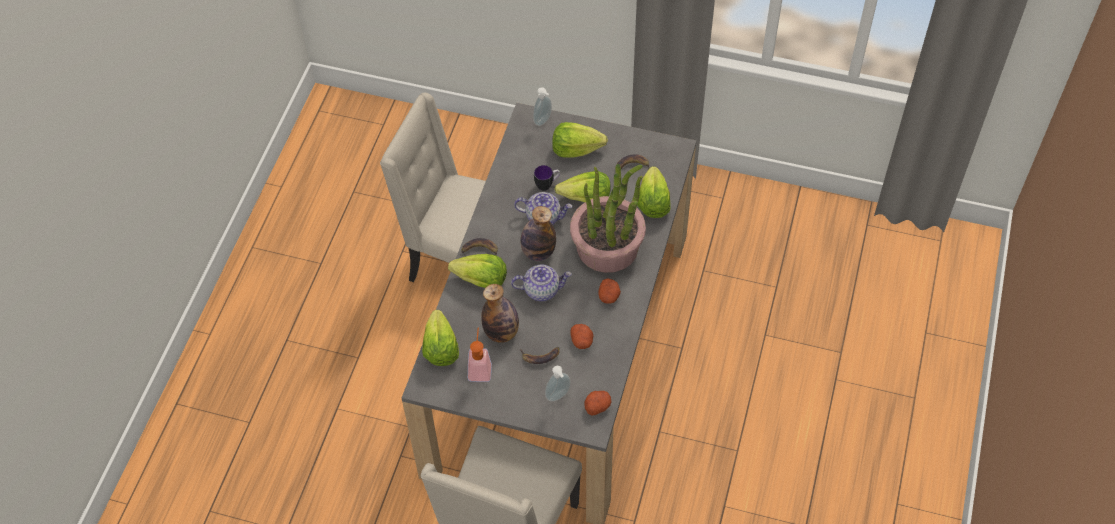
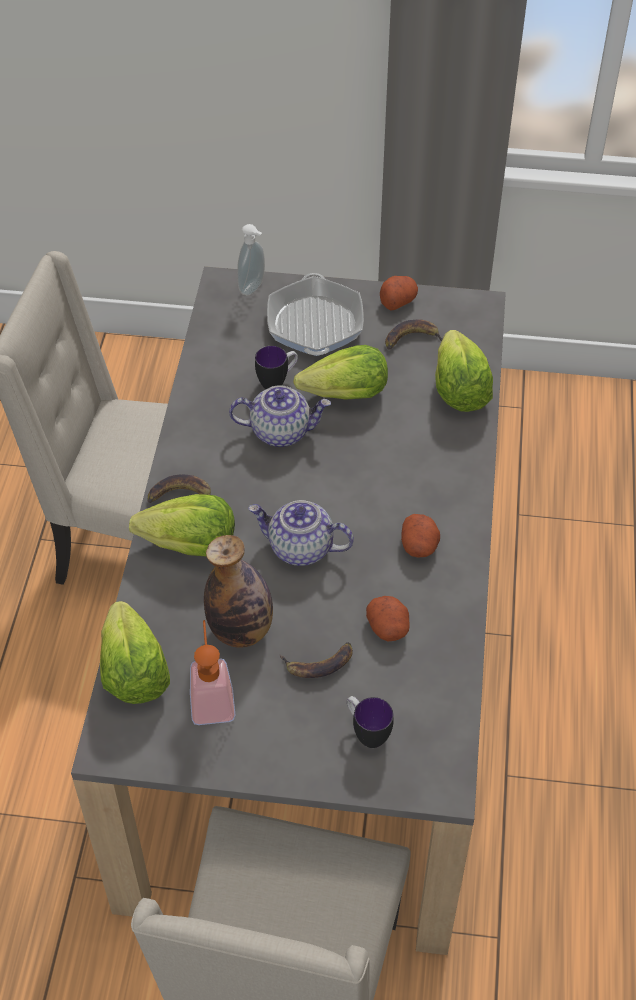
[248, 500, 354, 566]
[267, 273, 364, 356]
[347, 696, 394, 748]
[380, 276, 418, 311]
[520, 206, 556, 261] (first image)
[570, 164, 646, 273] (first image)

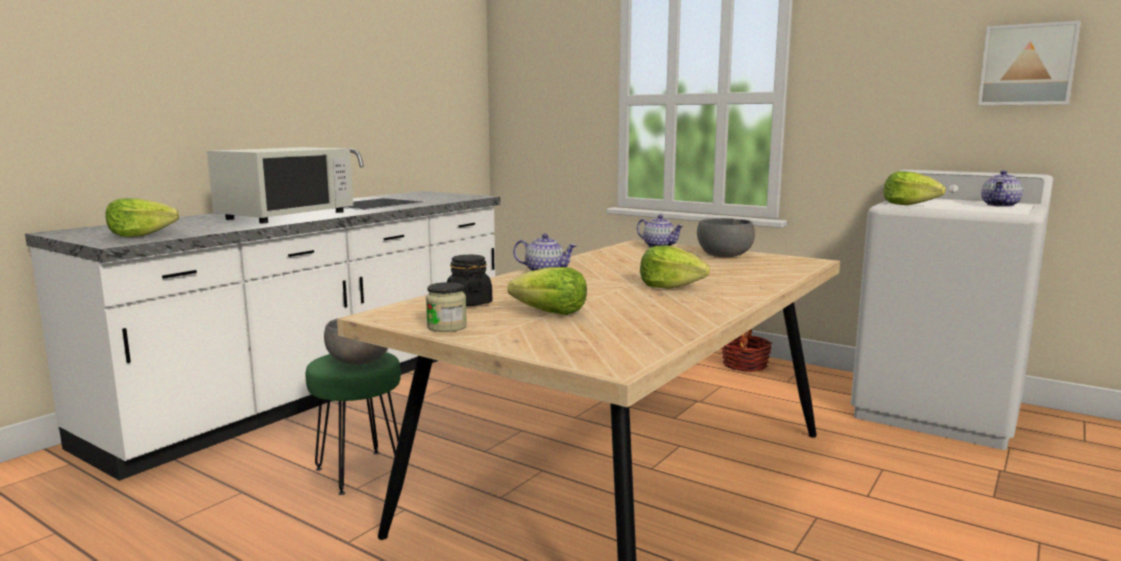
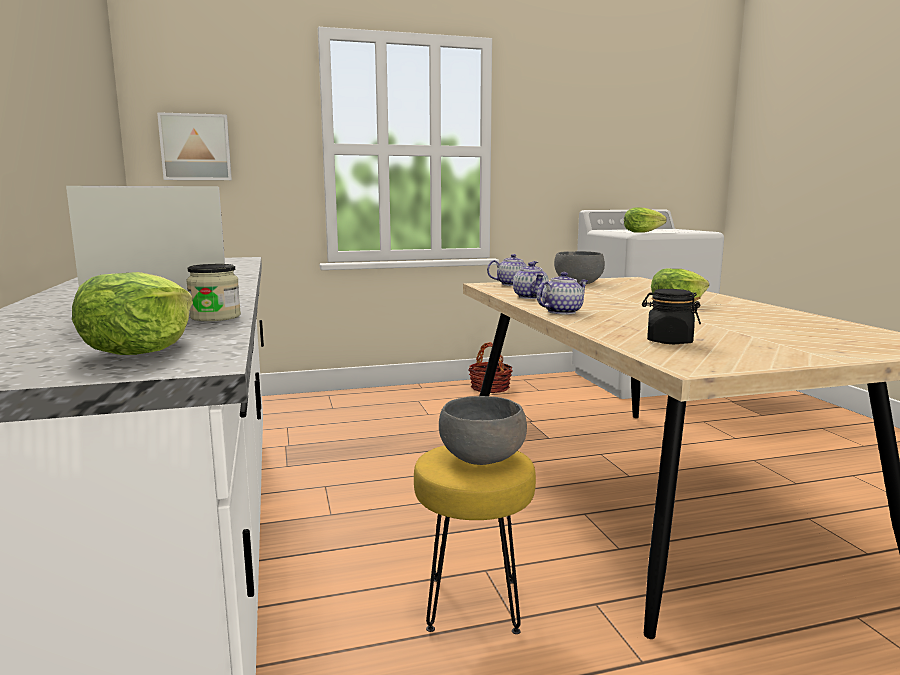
[157, 112, 232, 180]
[186, 264, 241, 321]
[414, 445, 536, 634]
[513, 262, 549, 299]
[508, 267, 587, 315] (first image)

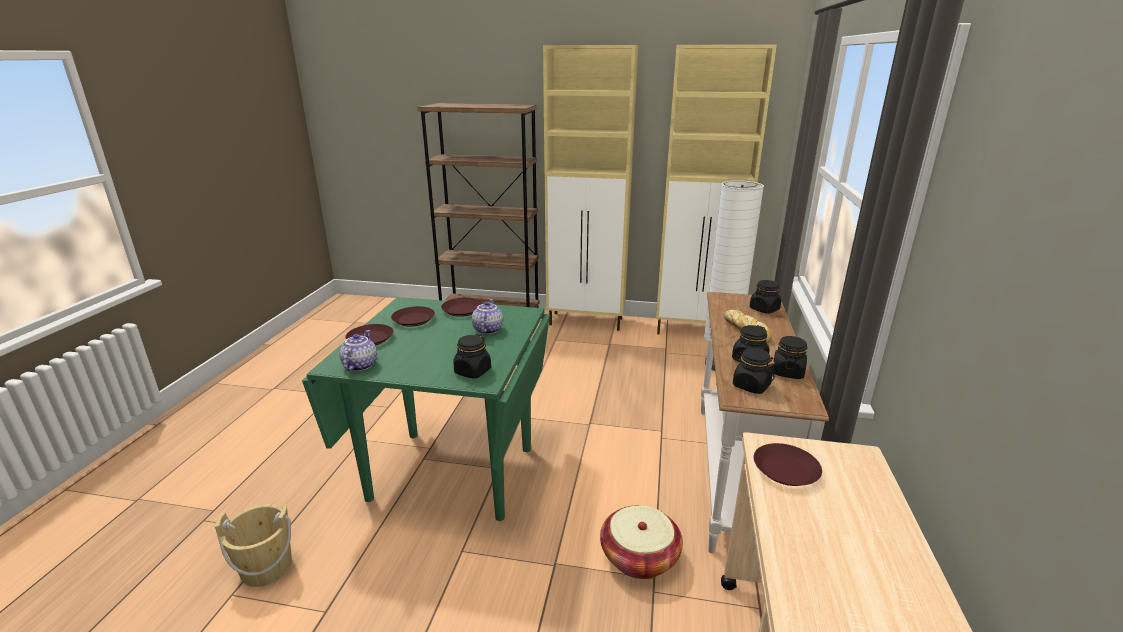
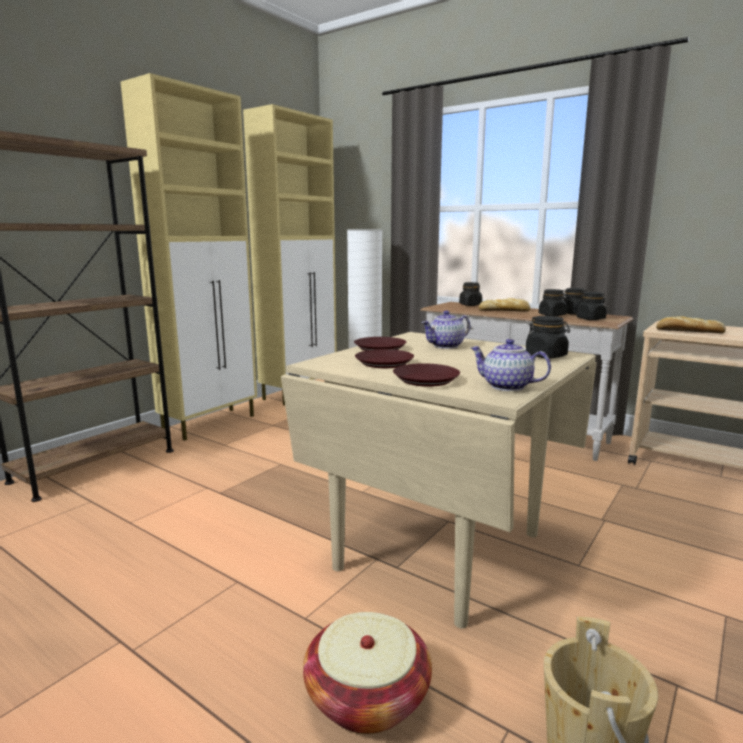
[281, 332, 597, 629]
[303, 612, 432, 734]
[421, 311, 470, 349]
[656, 316, 726, 333]

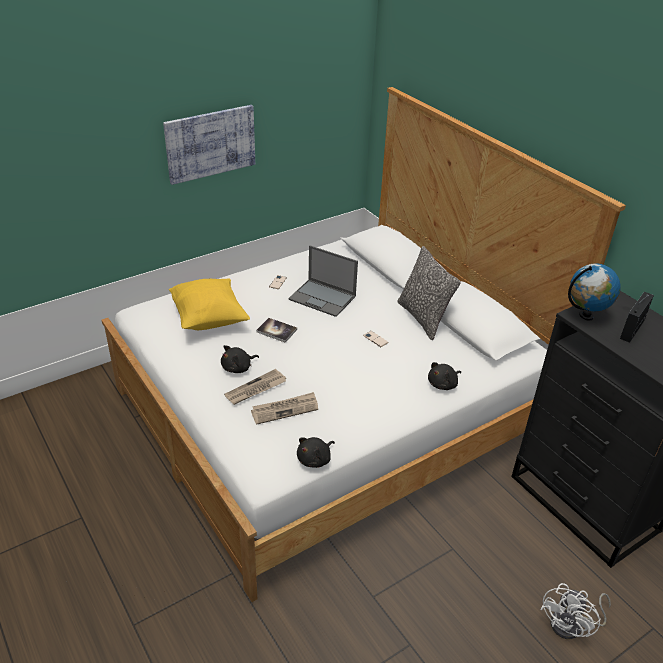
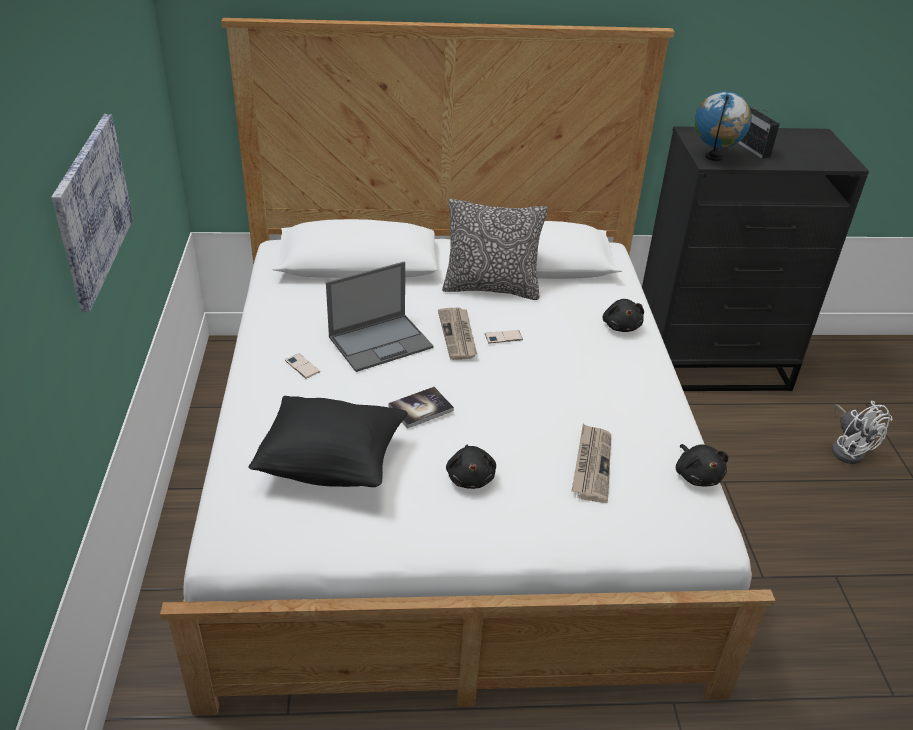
[248, 396, 408, 487]
[438, 307, 477, 360]

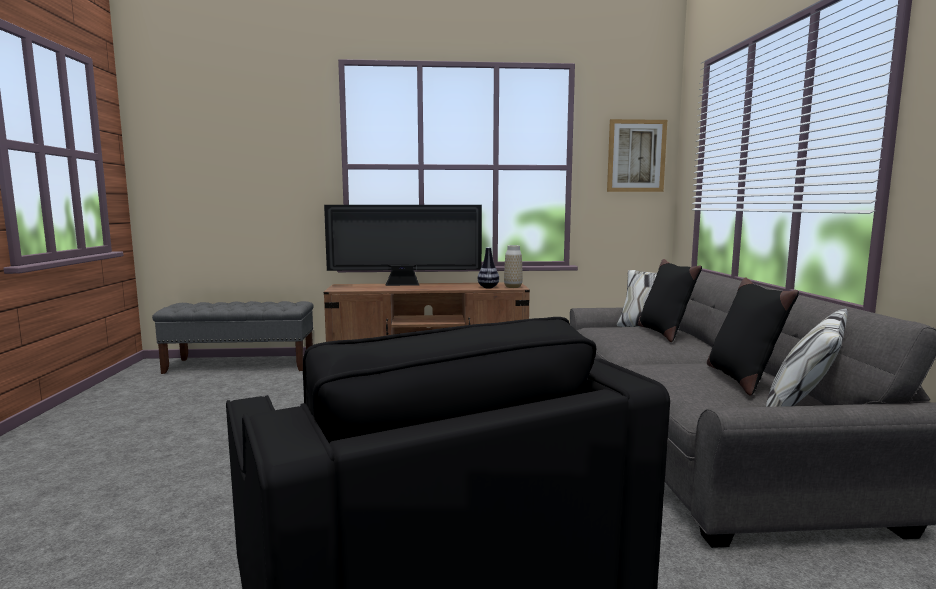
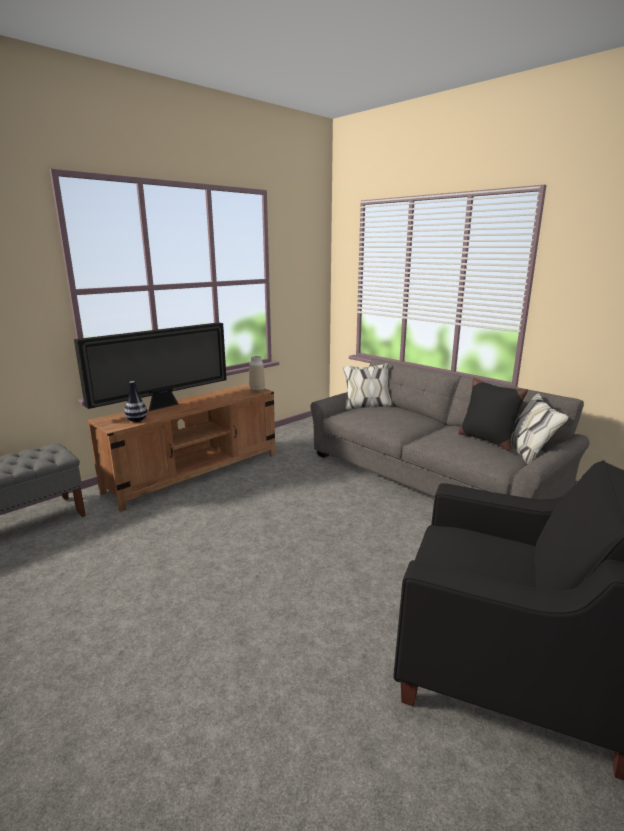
[124, 381, 148, 422]
[607, 119, 667, 192] (first image)
[638, 259, 702, 342] (first image)

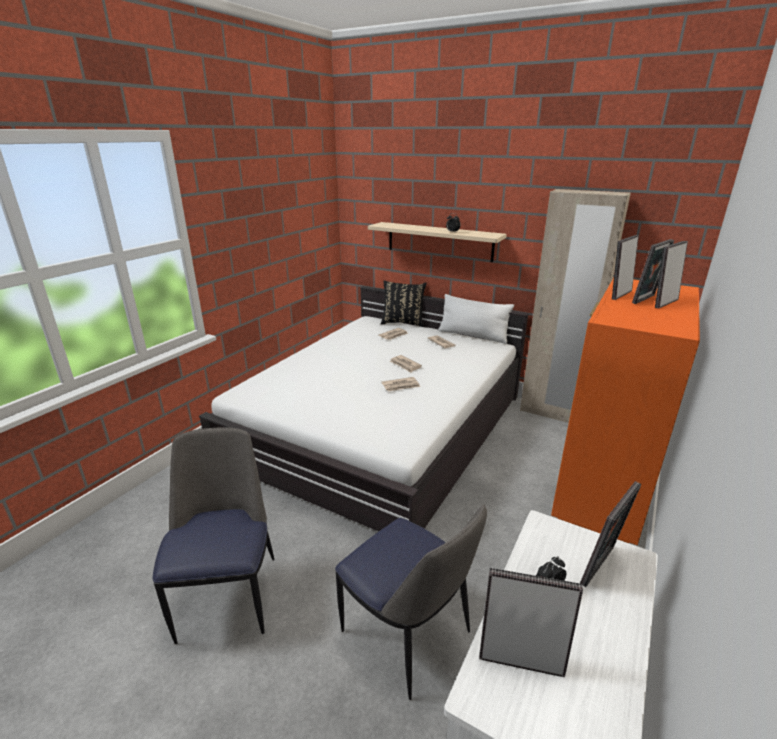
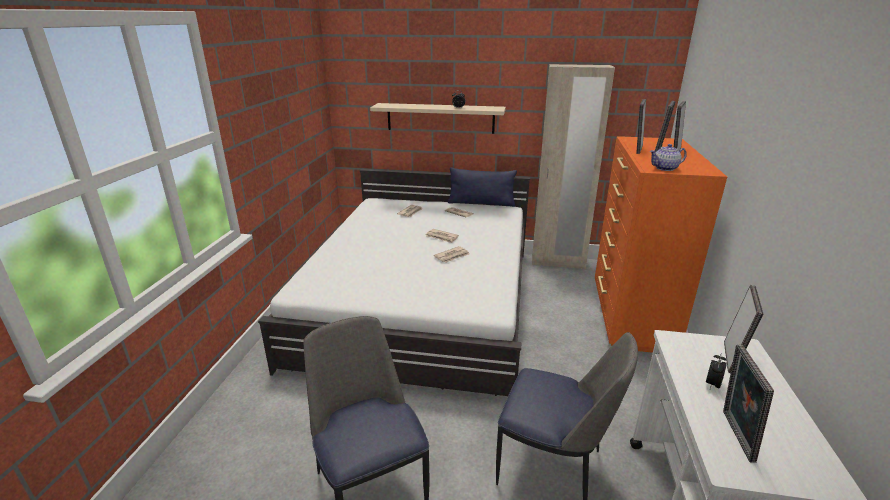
[448, 167, 517, 207]
[650, 144, 687, 171]
[723, 344, 774, 463]
[381, 281, 427, 327] (first image)

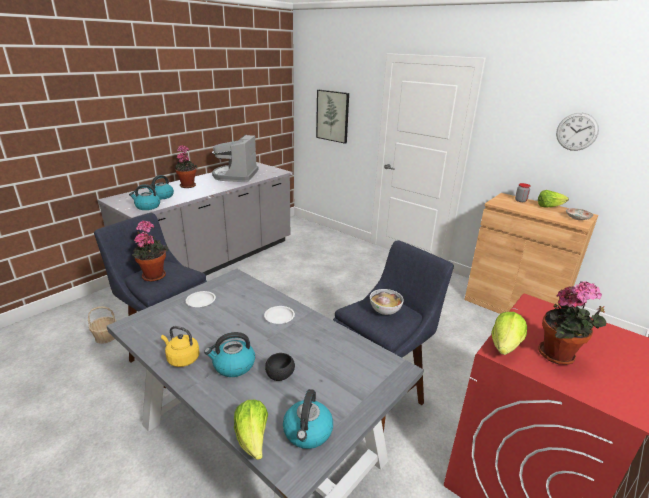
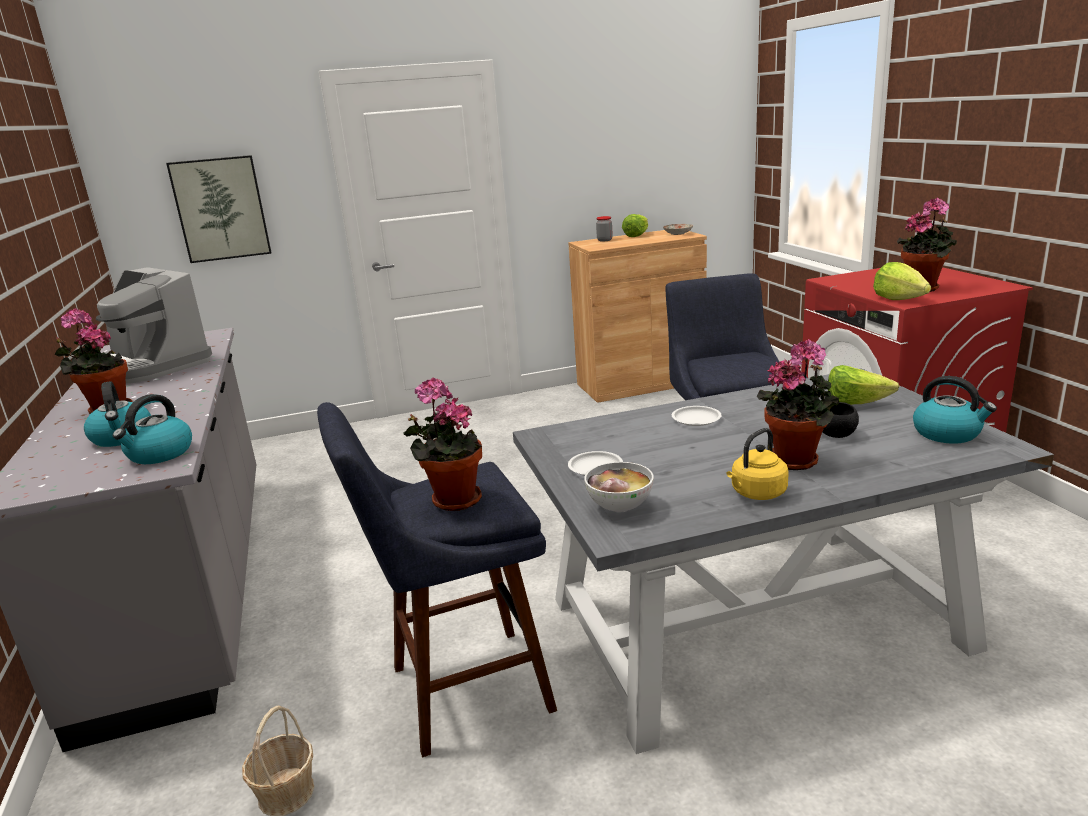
[584, 462, 654, 512]
[757, 339, 839, 470]
[828, 365, 899, 405]
[556, 113, 599, 151] (first image)

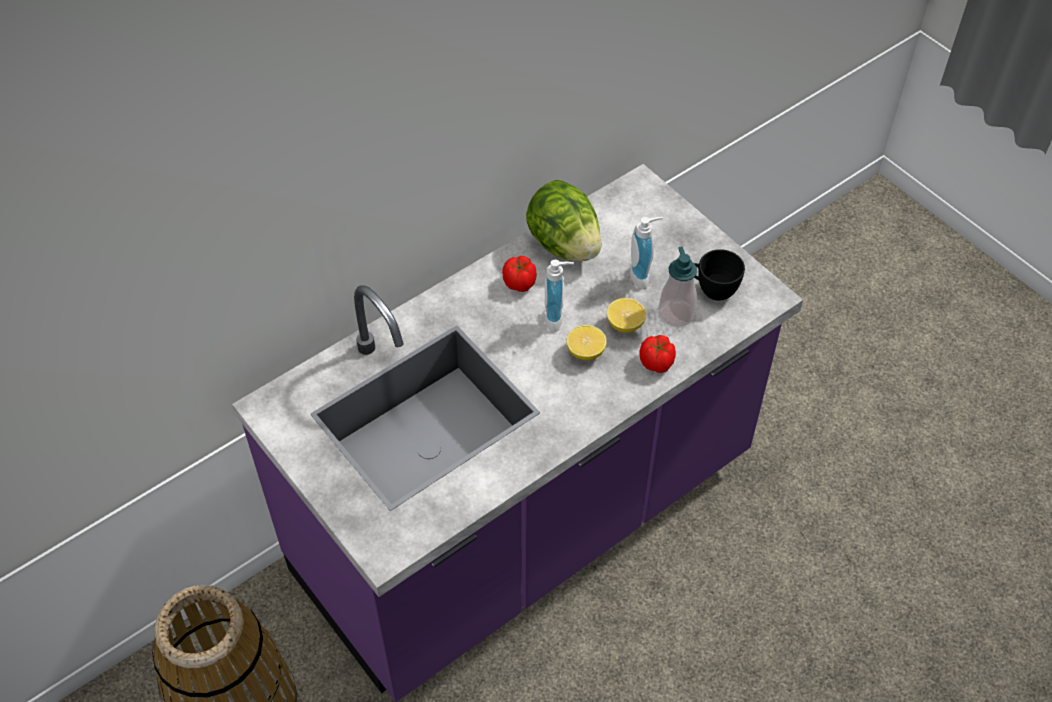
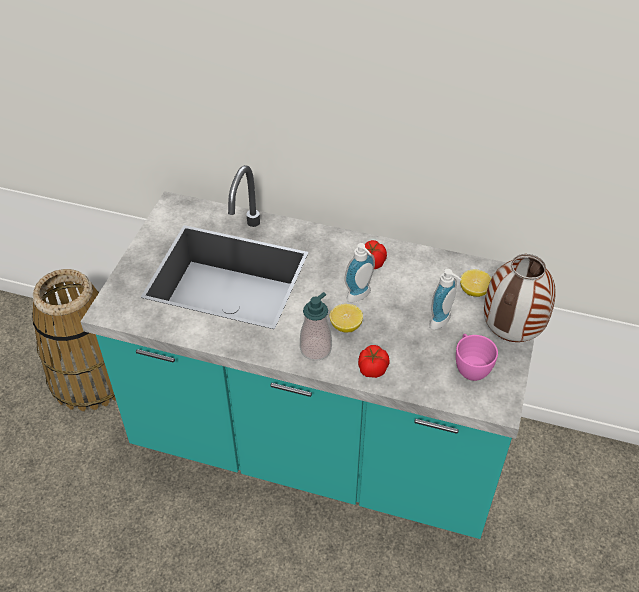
[80, 165, 534, 539]
[300, 292, 332, 361]
[456, 334, 498, 381]
[460, 269, 492, 297]
[484, 254, 556, 342]
[526, 180, 602, 261] (first image)

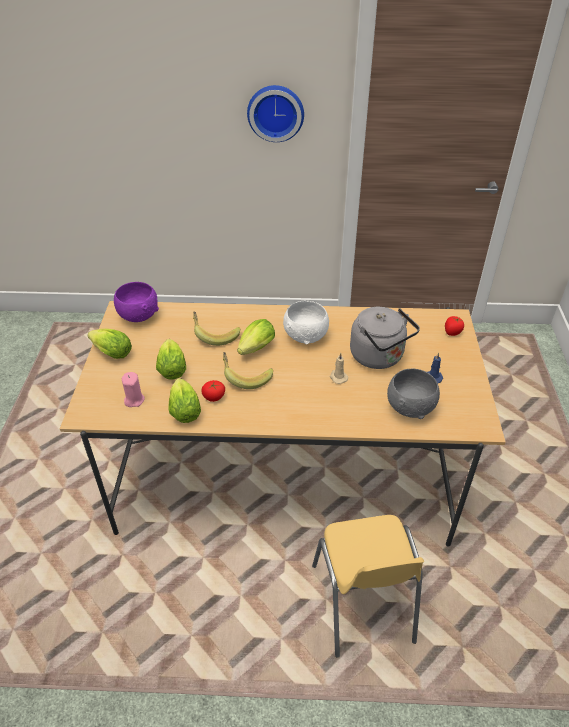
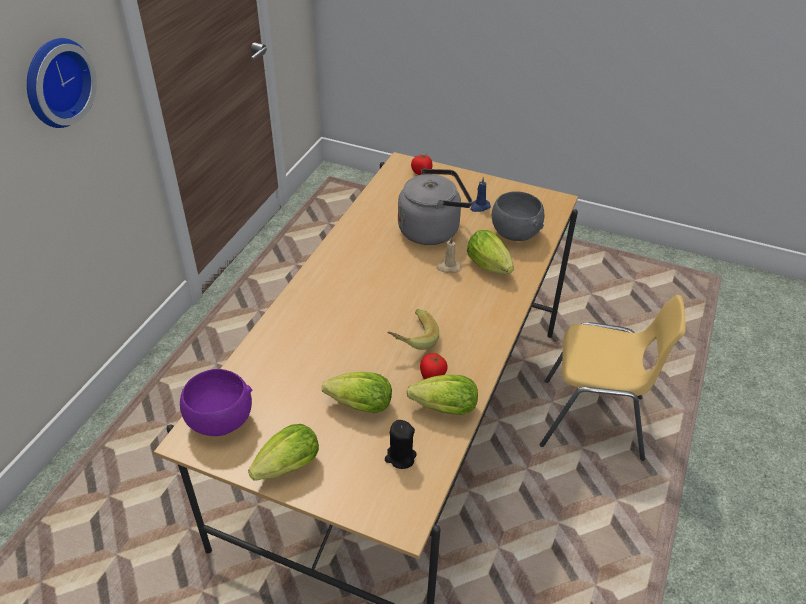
[385, 420, 417, 469]
[467, 230, 514, 274]
[193, 312, 240, 346] (first image)
[283, 301, 329, 344] (first image)

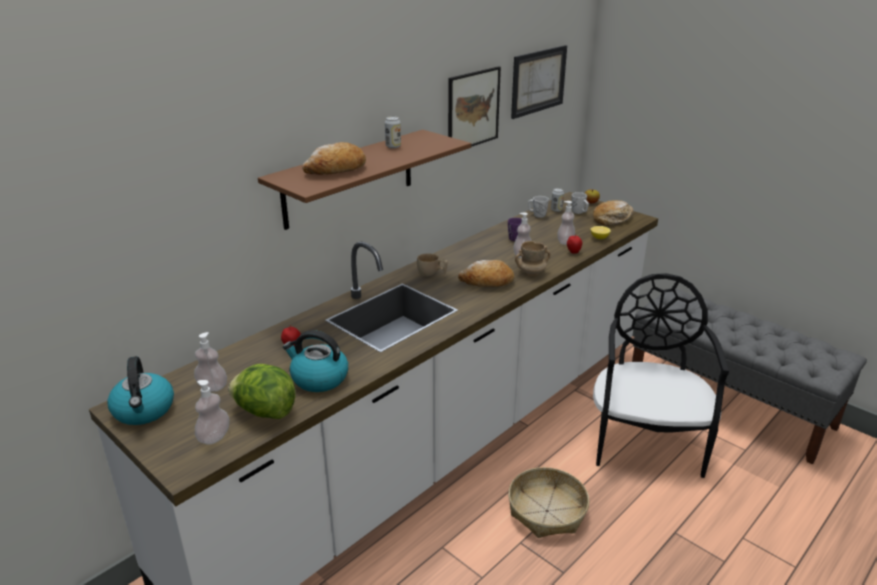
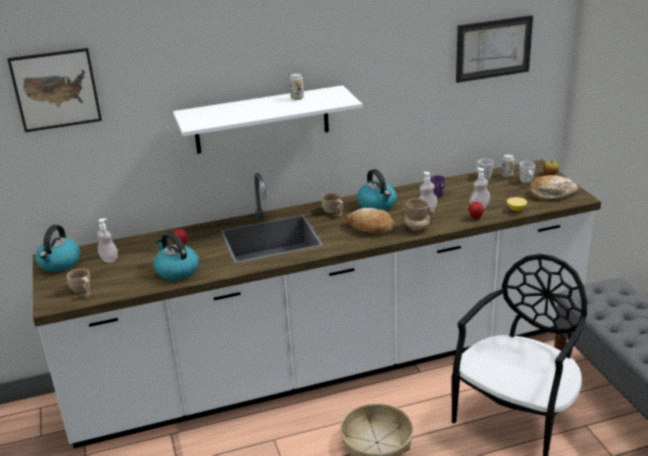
[7, 48, 102, 132]
[67, 269, 90, 297]
[173, 85, 362, 154]
[357, 169, 397, 211]
[228, 364, 296, 419] (first image)
[302, 142, 366, 175] (first image)

